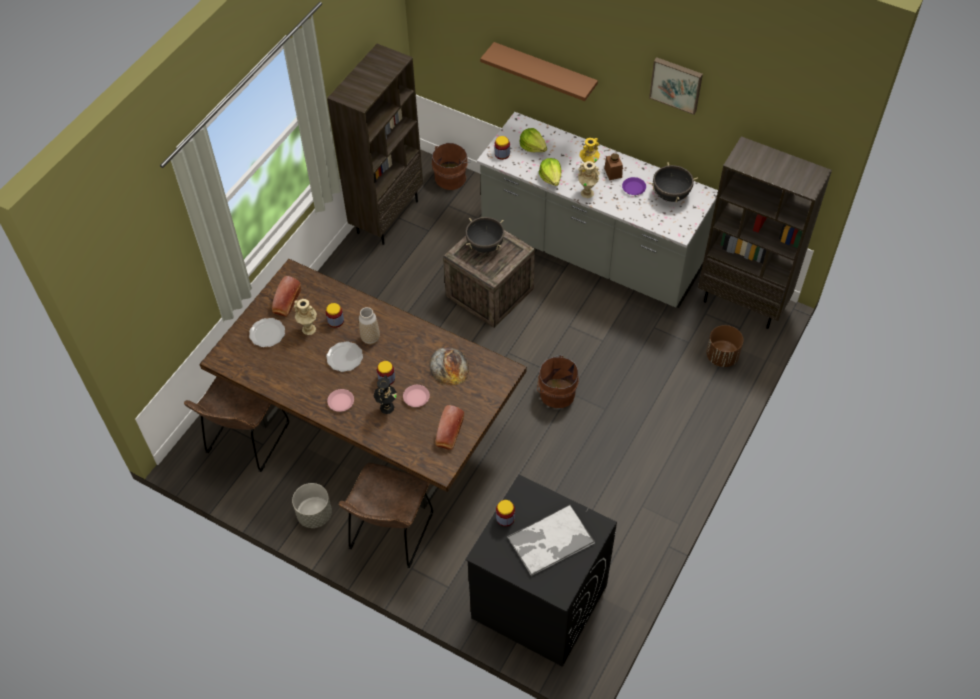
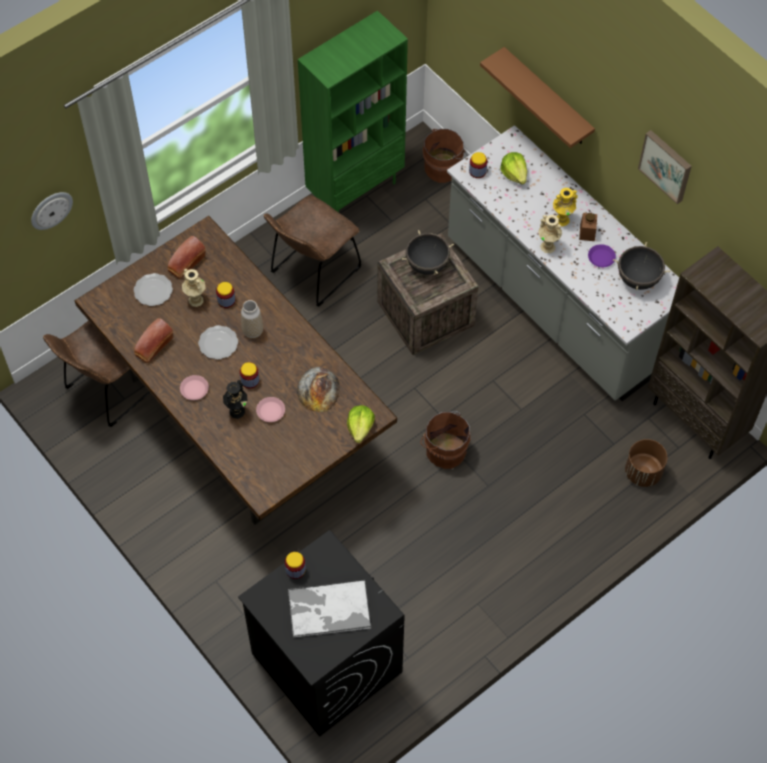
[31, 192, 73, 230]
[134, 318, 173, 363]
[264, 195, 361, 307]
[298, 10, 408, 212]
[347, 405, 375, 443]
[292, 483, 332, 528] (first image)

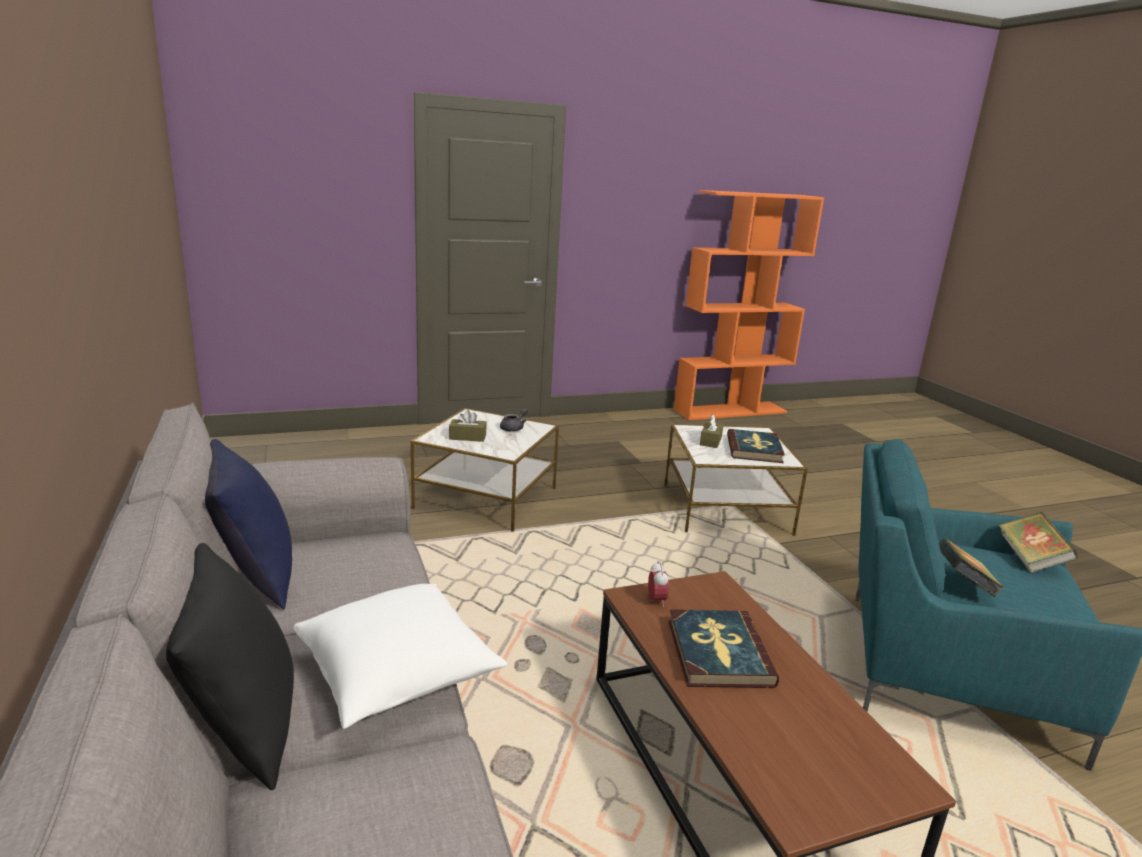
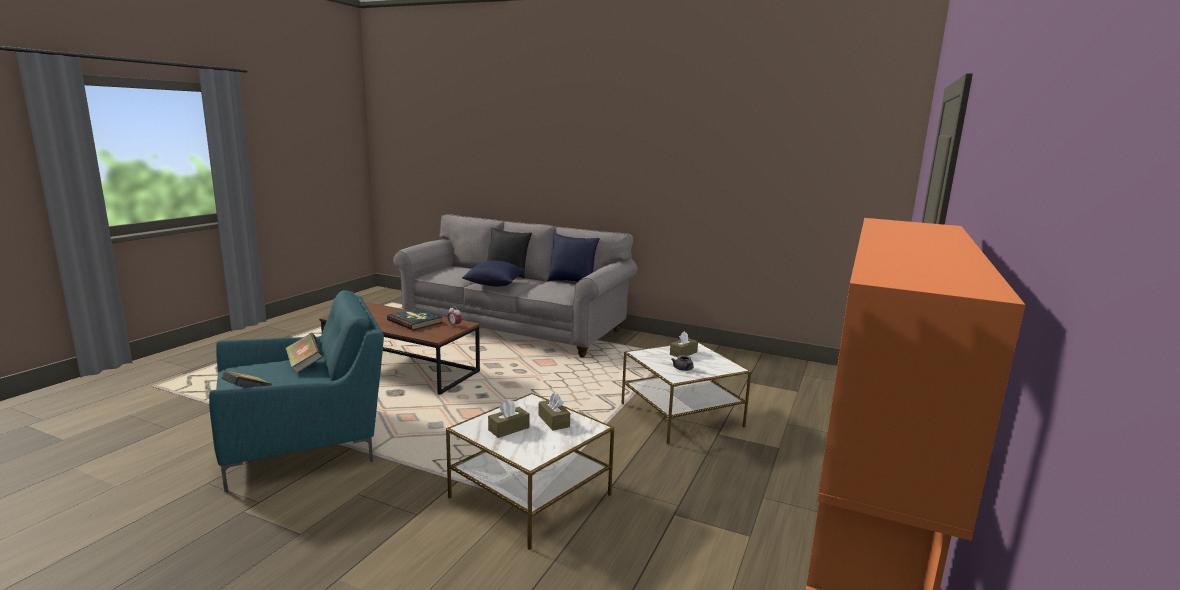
[462, 261, 525, 286]
[488, 400, 530, 438]

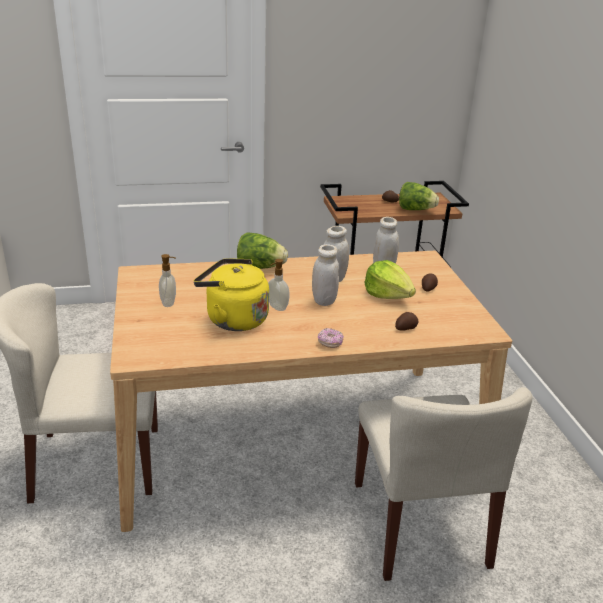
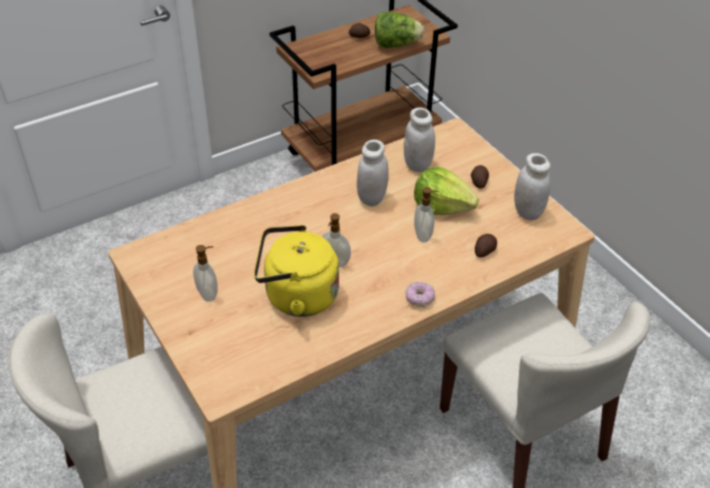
[414, 187, 439, 242]
[514, 153, 551, 220]
[237, 232, 288, 269] (first image)

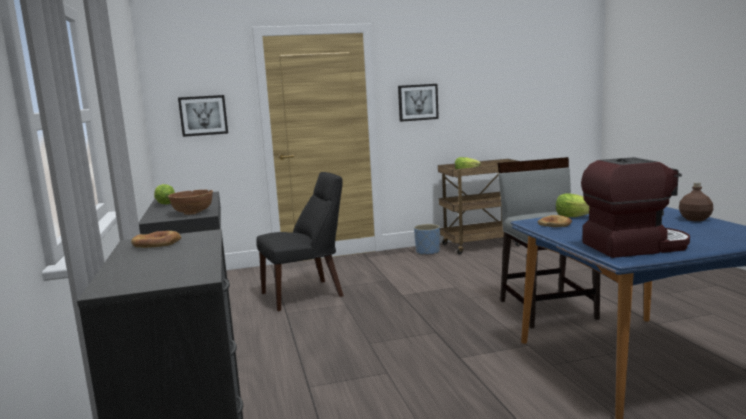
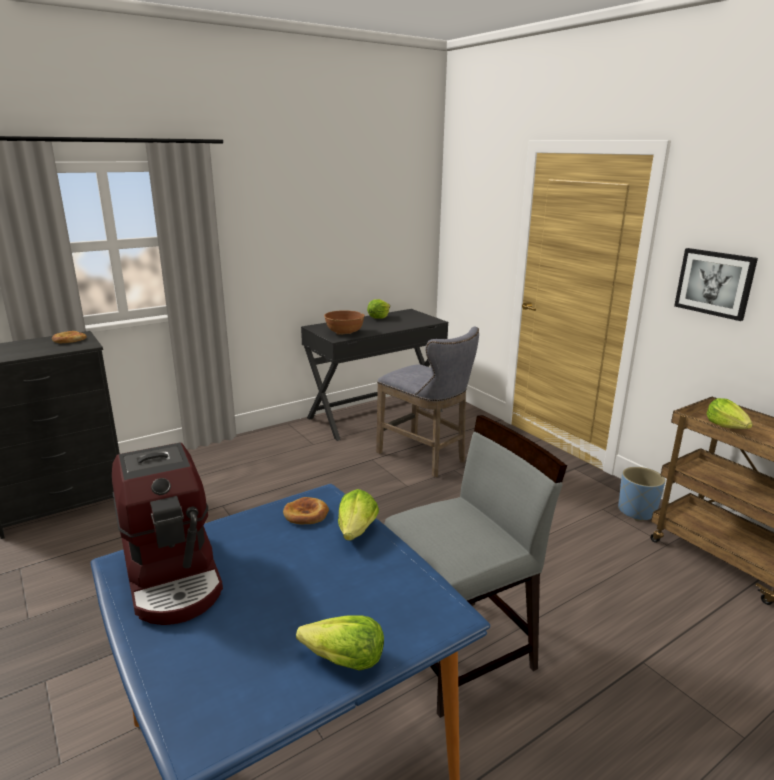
[296, 615, 384, 671]
[376, 326, 479, 478]
[178, 95, 228, 137] (first image)

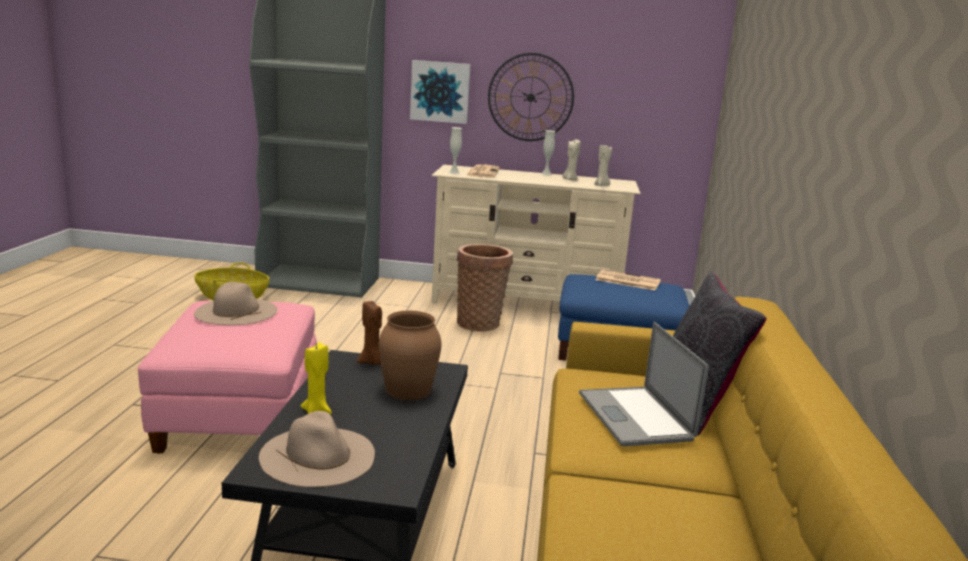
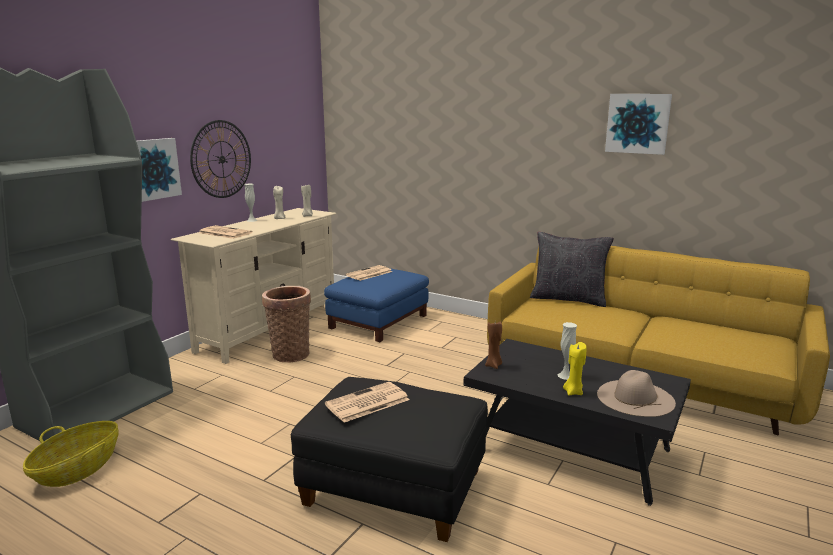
[291, 377, 488, 542]
[325, 382, 409, 423]
[558, 322, 577, 380]
[605, 94, 672, 155]
[379, 311, 442, 400] (first image)
[579, 322, 709, 446] (first image)

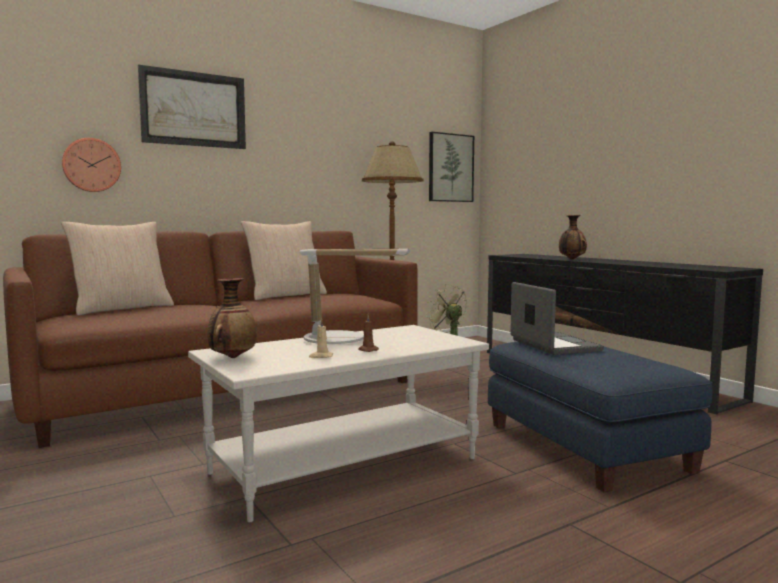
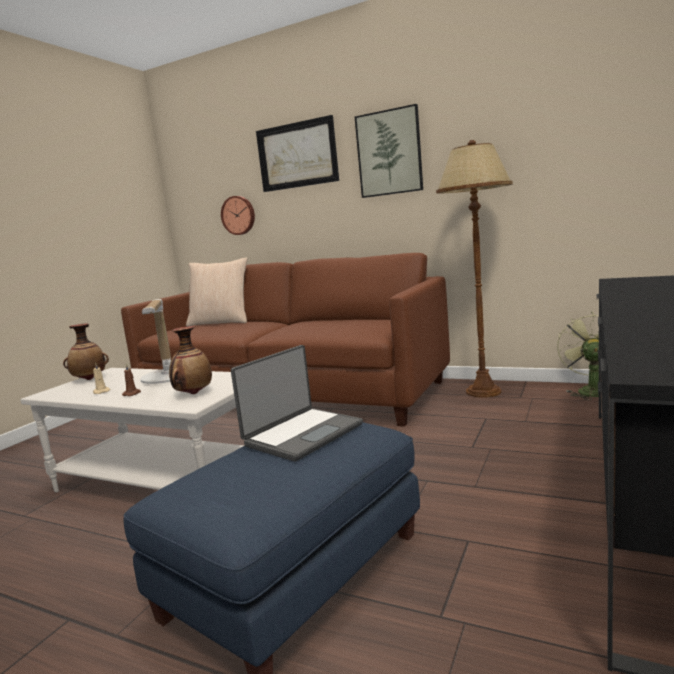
[169, 326, 212, 394]
[355, 104, 423, 198]
[241, 221, 327, 300] (first image)

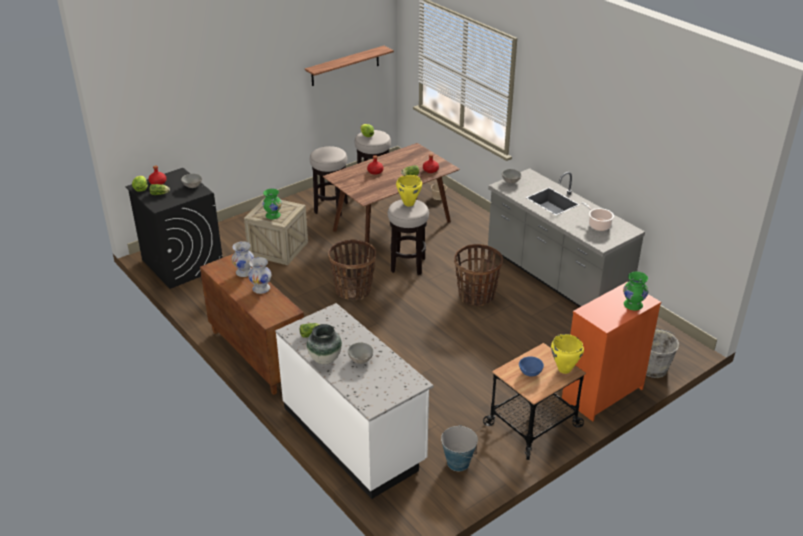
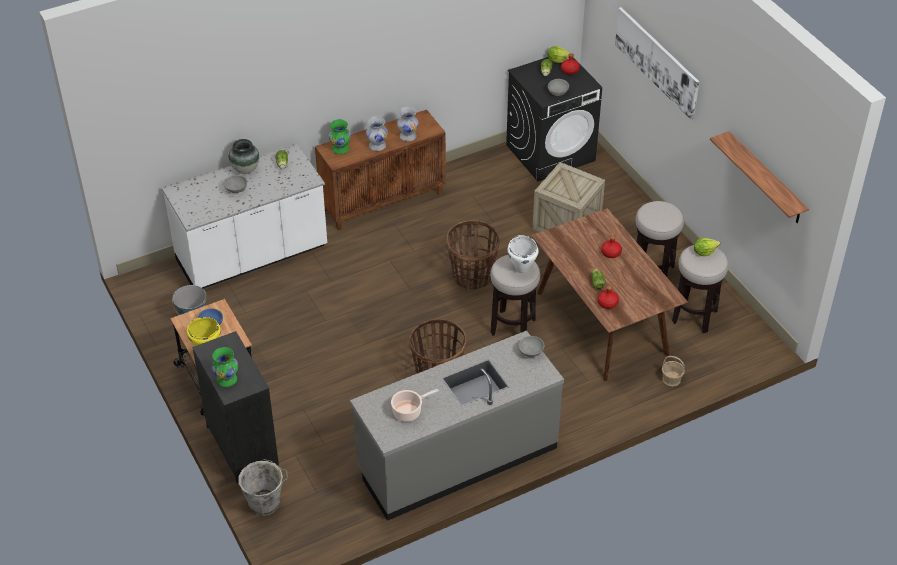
[192, 331, 279, 483]
[329, 119, 351, 154]
[508, 235, 538, 274]
[615, 7, 699, 120]

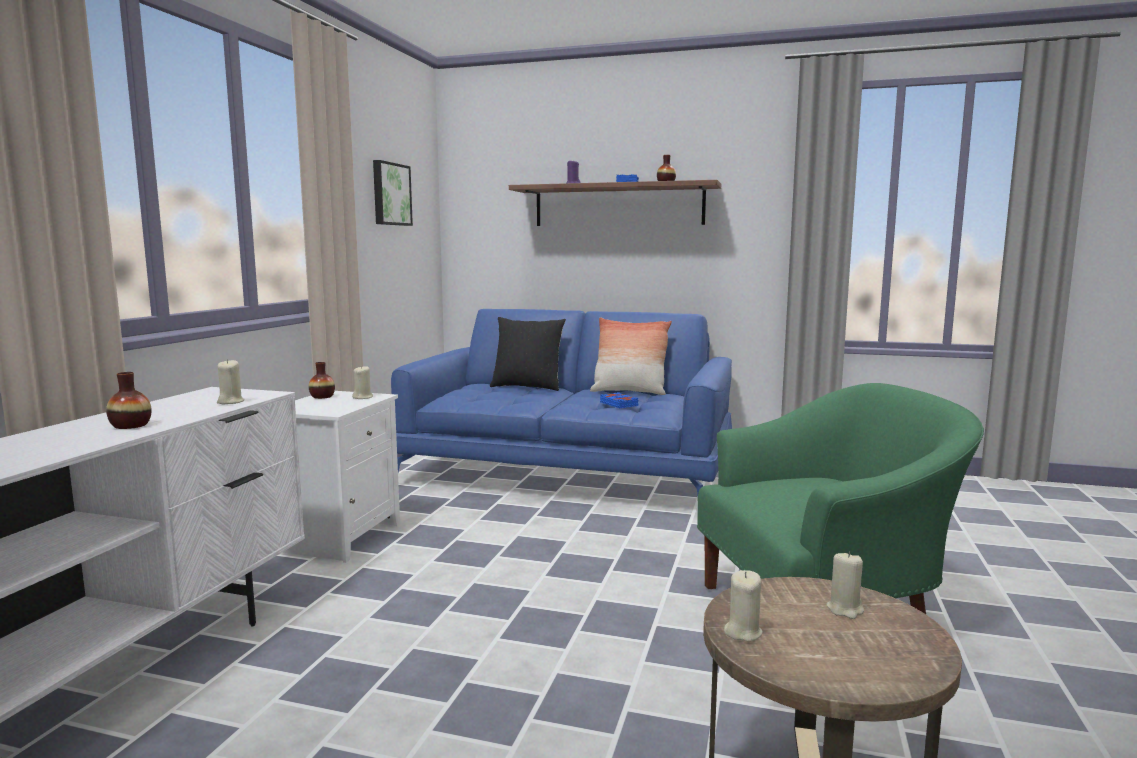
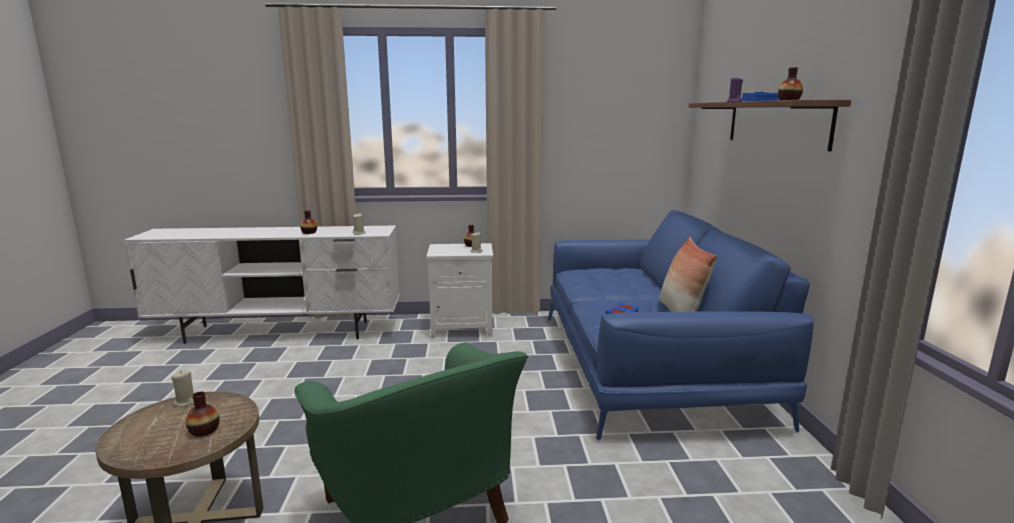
[186, 392, 220, 437]
[373, 160, 413, 226] (first image)
[490, 317, 566, 391] (first image)

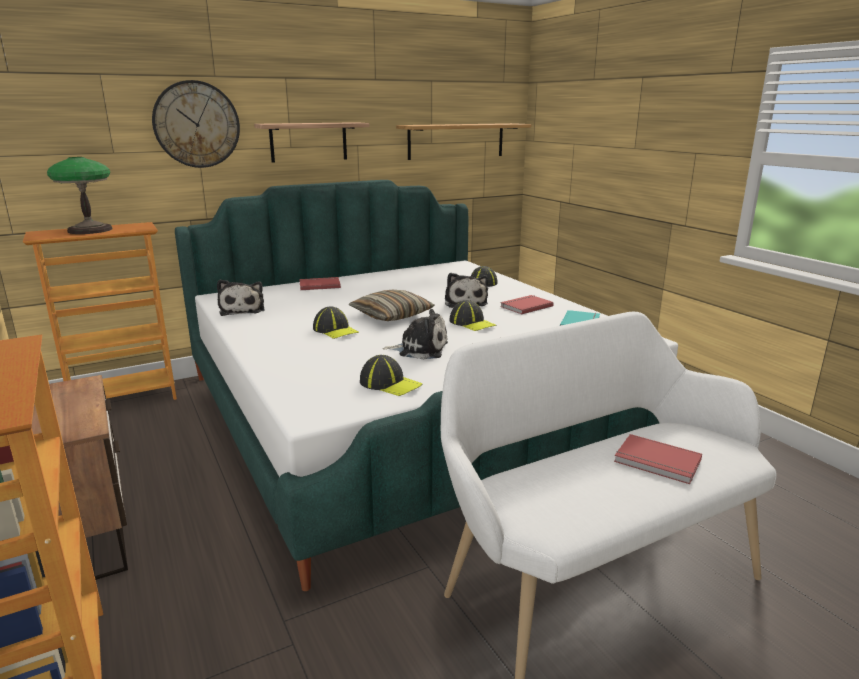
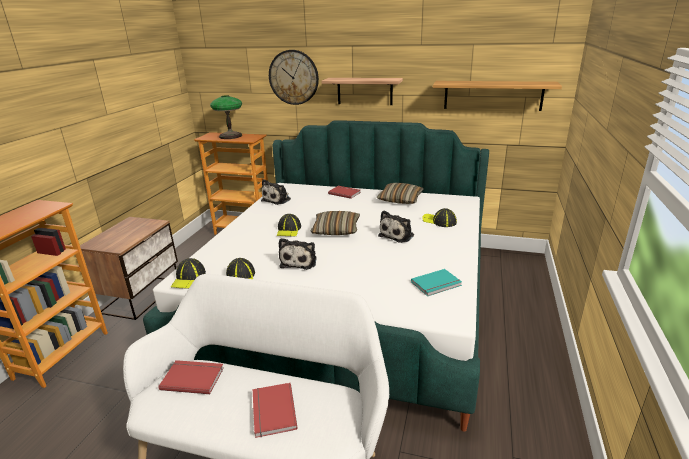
[159, 360, 224, 394]
[171, 258, 206, 288]
[279, 238, 317, 270]
[377, 183, 424, 204]

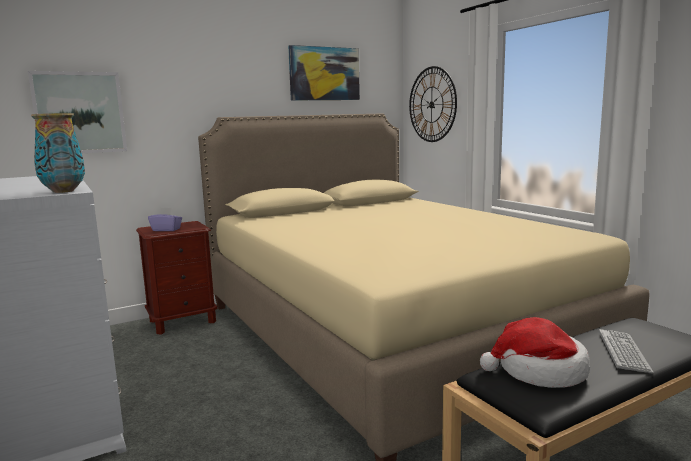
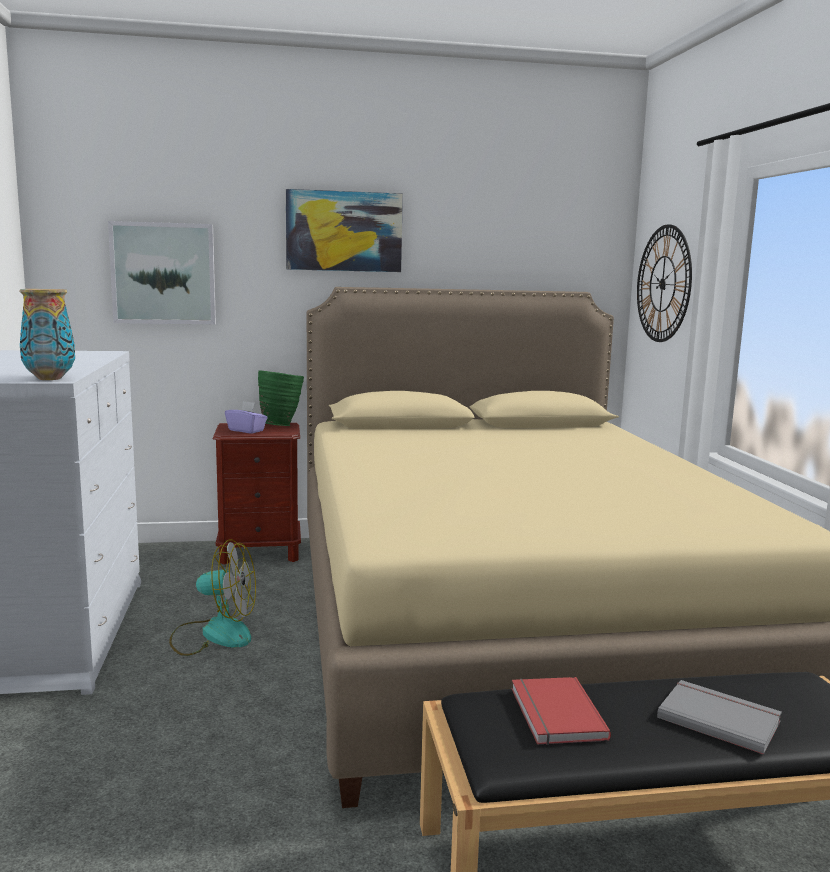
[169, 539, 256, 656]
[258, 370, 304, 426]
[286, 189, 403, 272]
[511, 677, 611, 745]
[657, 680, 782, 755]

